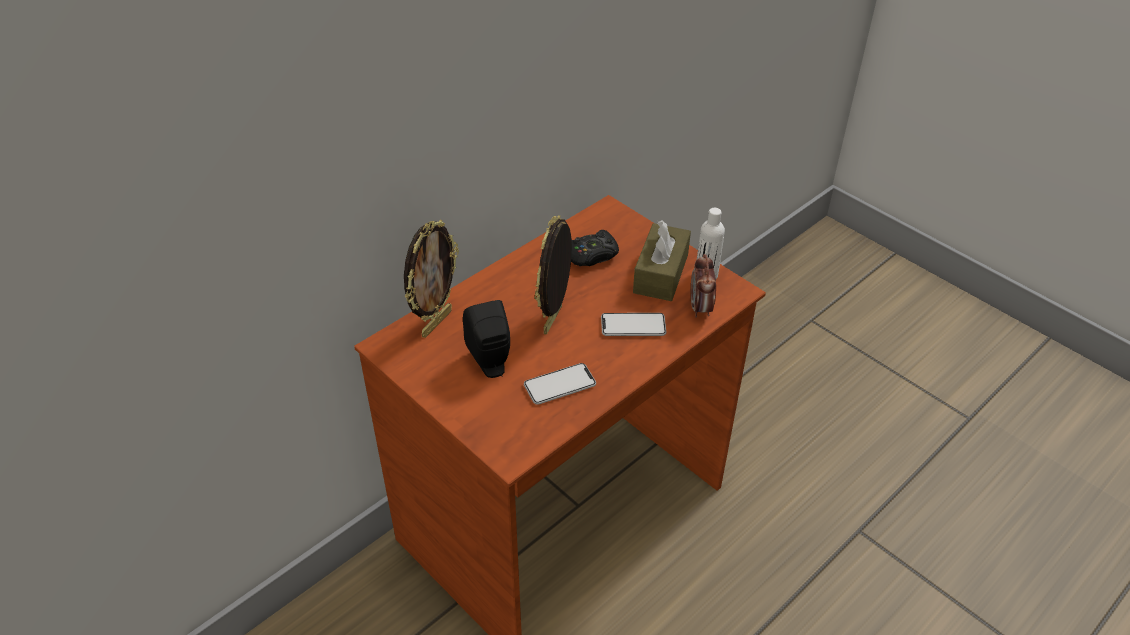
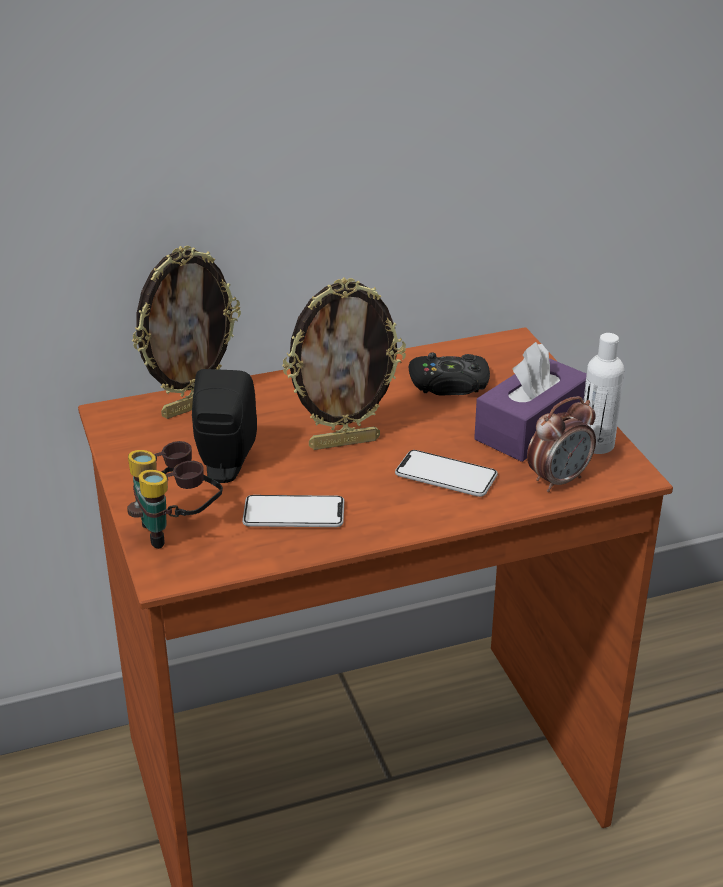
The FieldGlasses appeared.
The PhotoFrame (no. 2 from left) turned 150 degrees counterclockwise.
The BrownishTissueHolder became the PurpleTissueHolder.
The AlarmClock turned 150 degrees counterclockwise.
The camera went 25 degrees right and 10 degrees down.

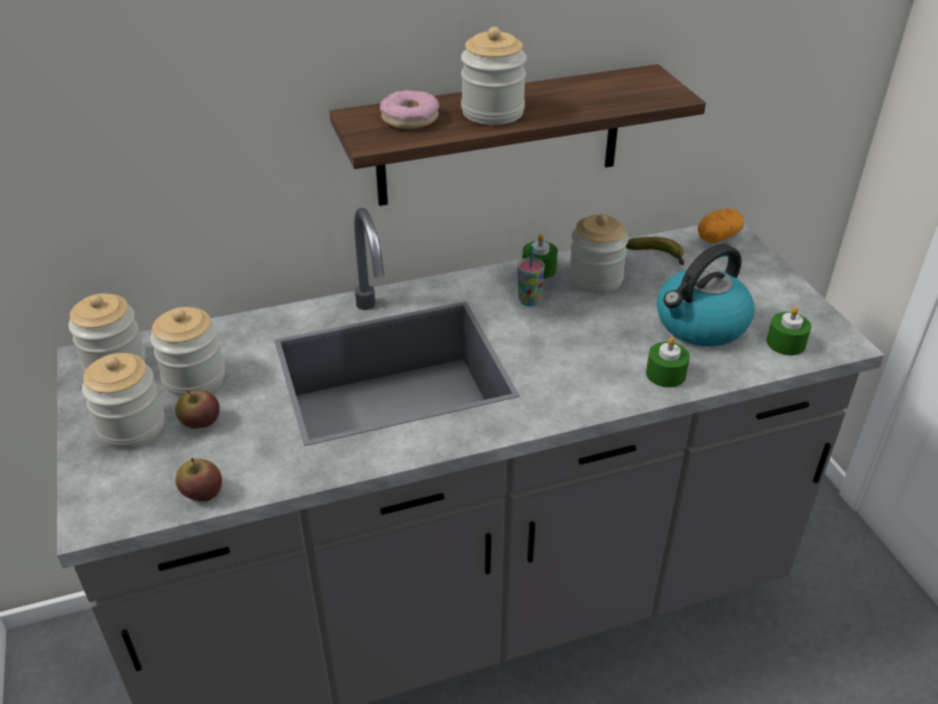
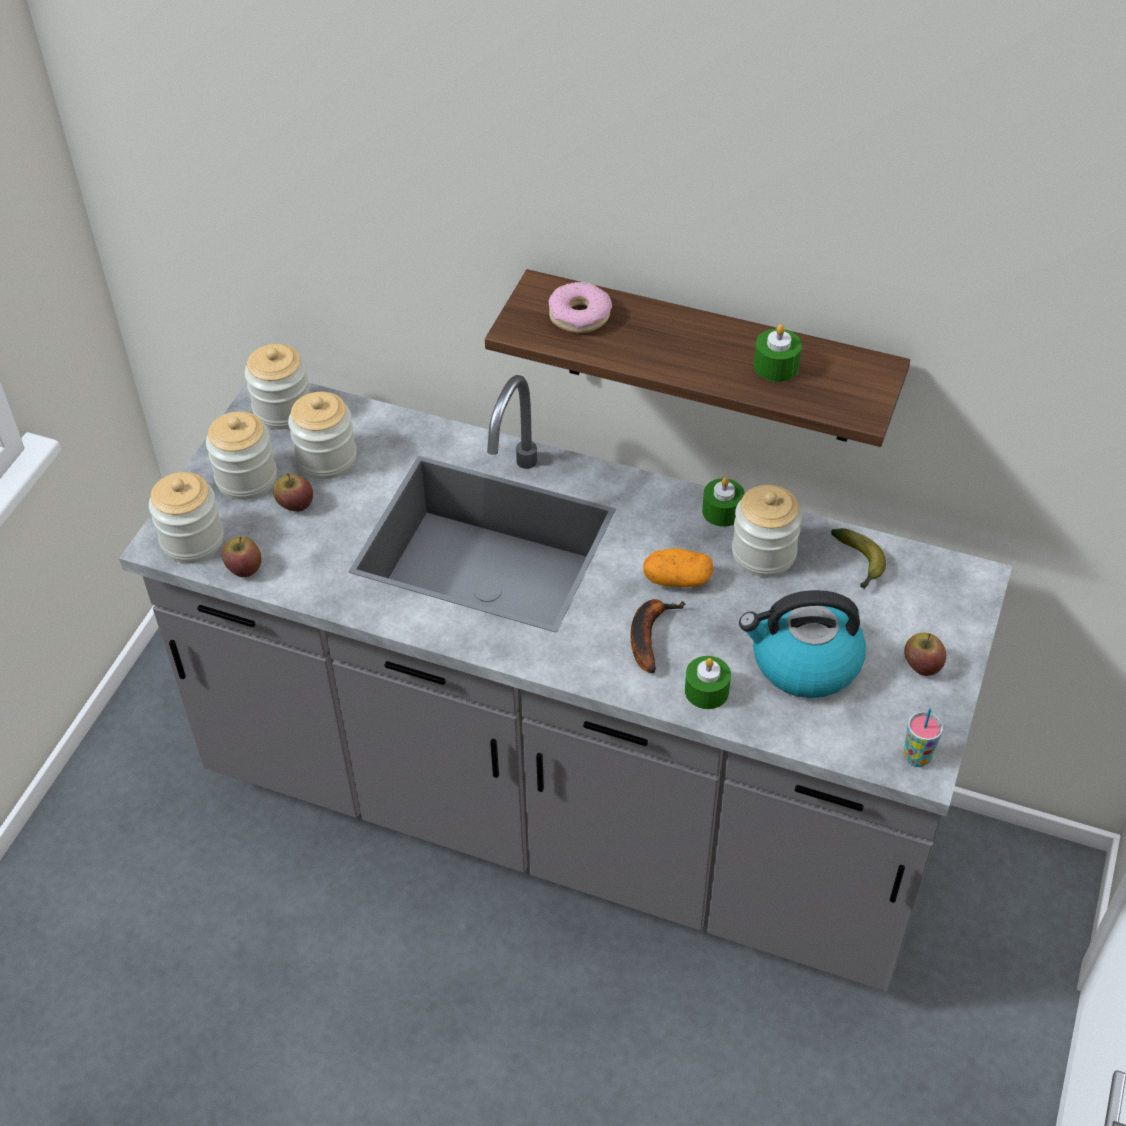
The Jar (no. 4 from left in the first image) moved.
The BananaFruit (no. 1 from left) appeared.
The Spud moved.
The GreenishWaxLight (no. 3 from left) moved.
The WholeApple (no. 3 from left) appeared.
The SmallCup moved.
The camera went 40 degrees right and 10 degrees up.

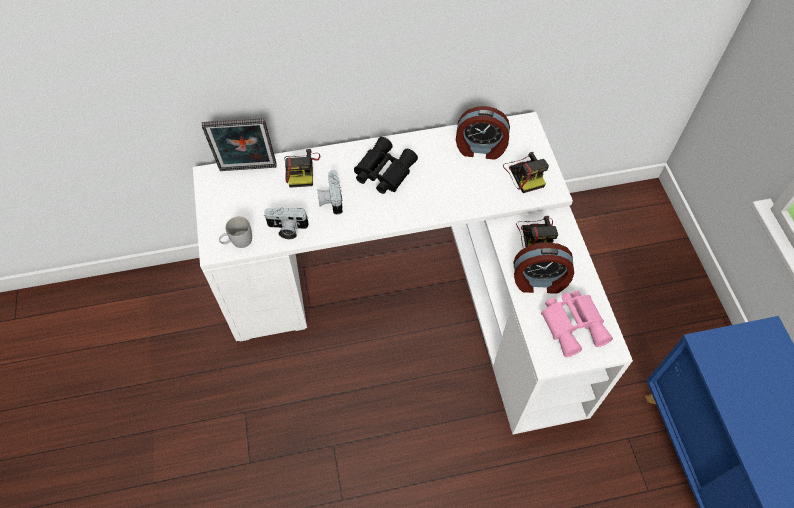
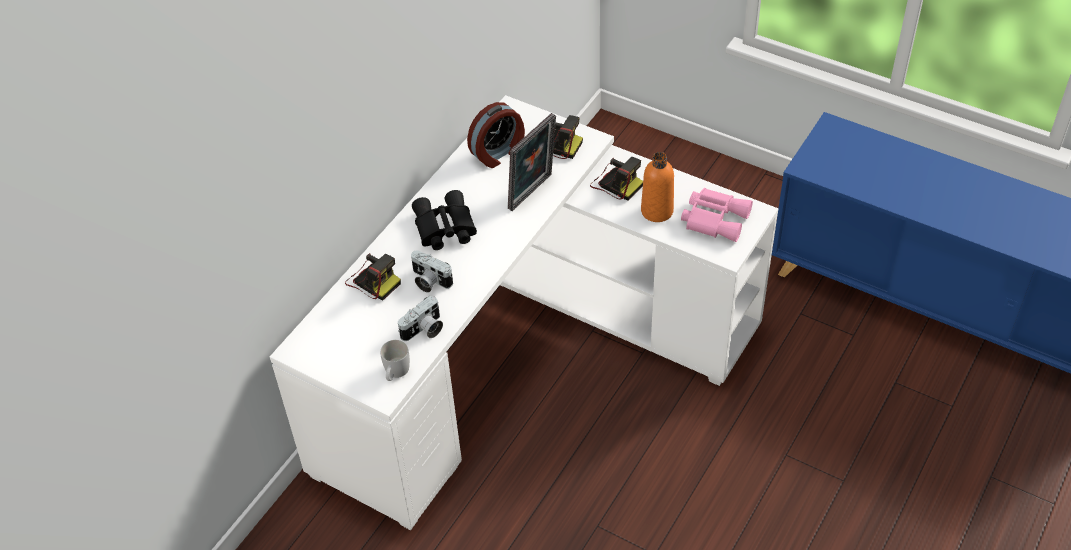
The PhotoFrame moved.
The AlarmClock (no. 2 from left) was replaced by the OrangeBottle.
The camera went 45 degrees left and 10 degrees down.

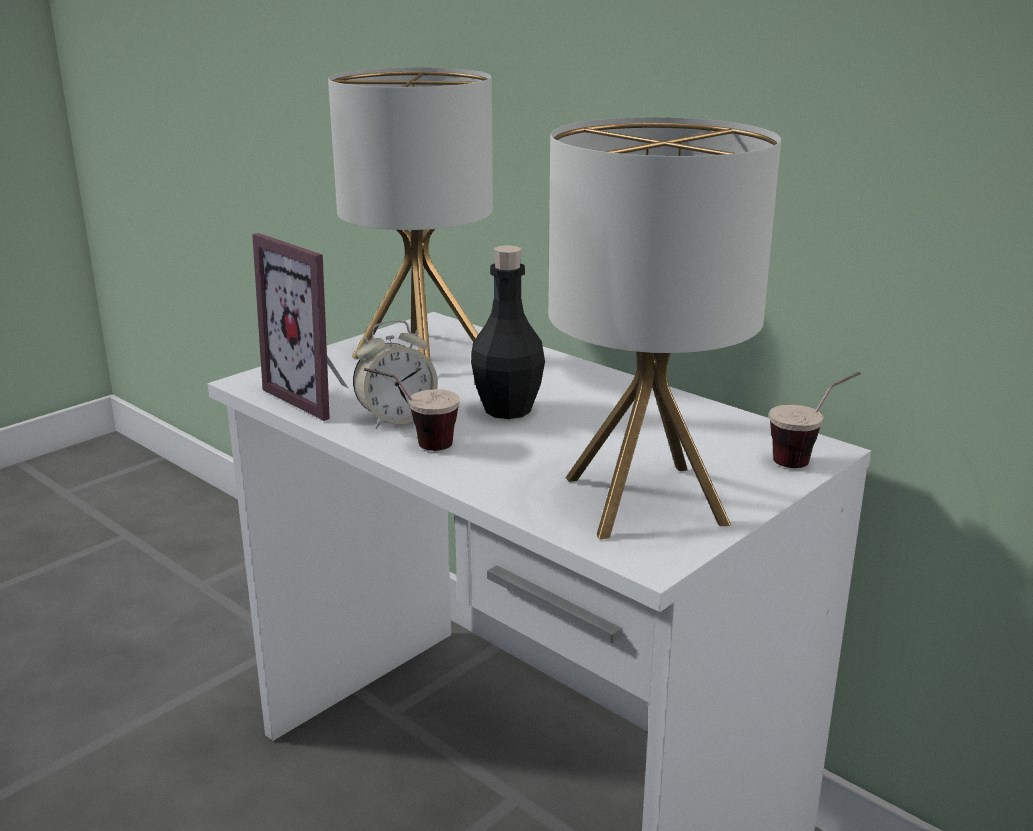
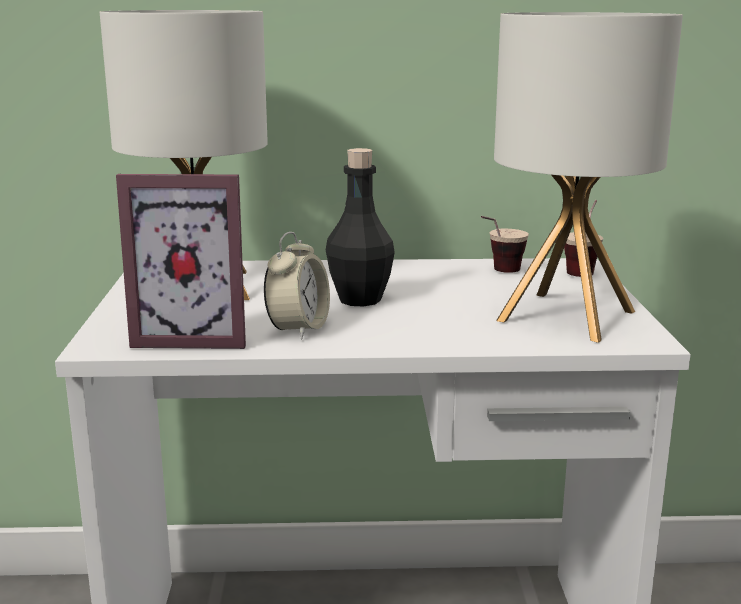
The SmallCup (no. 1 from left) moved.
The camera went 45 degrees left and 5 degrees down.

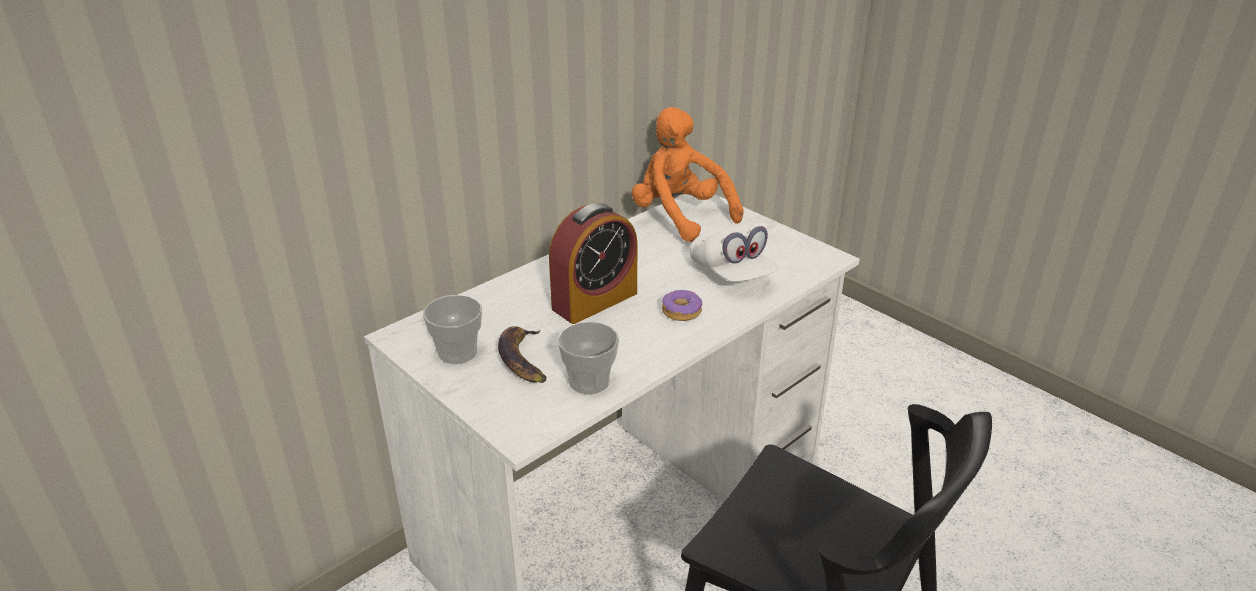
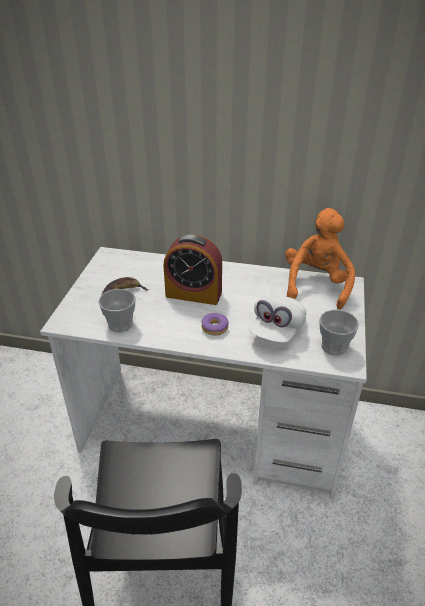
The SmallCup (no. 1 from left in the first image) moved.
The camera went 55 degrees right and 5 degrees up.

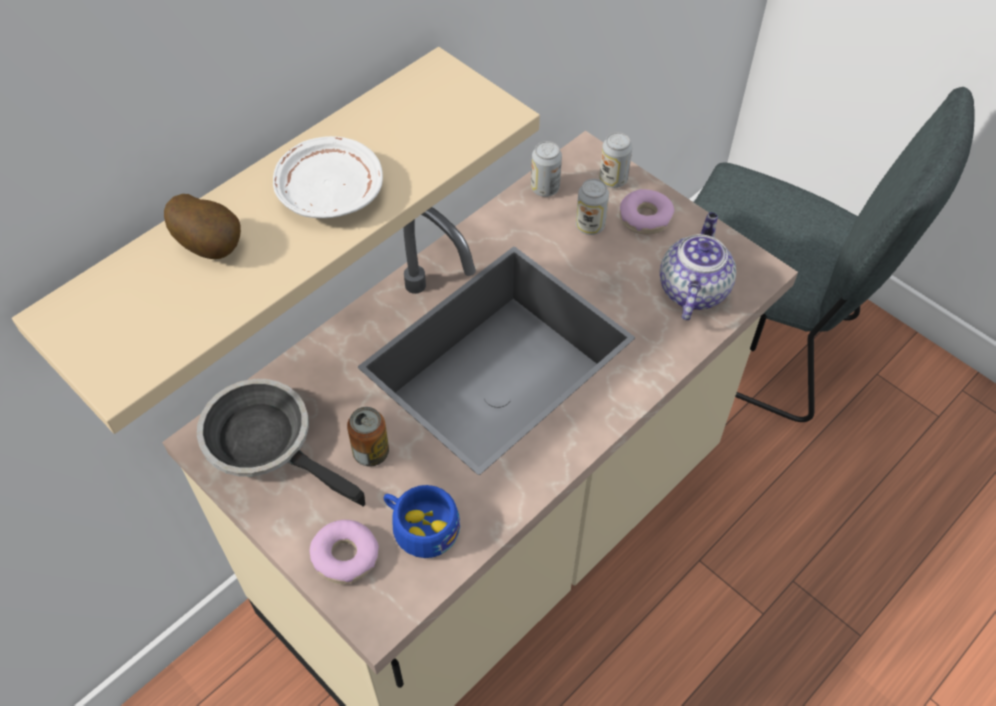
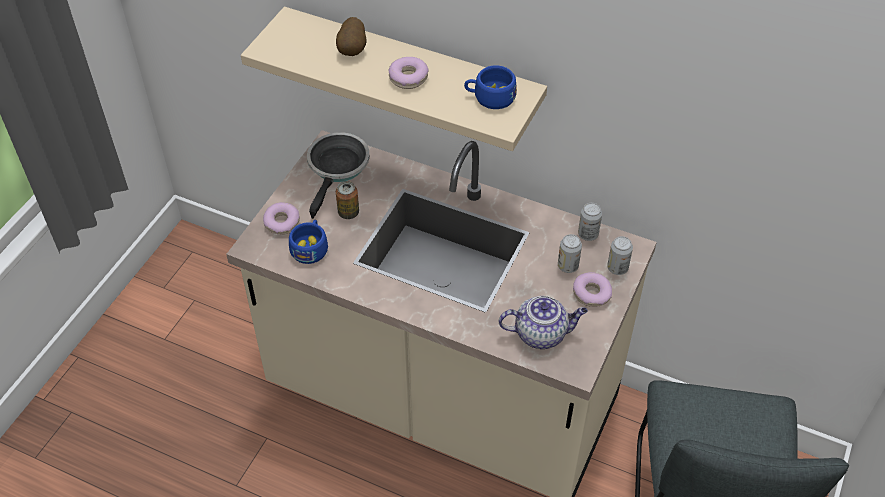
The WhiteColouredDinnerPlate was replaced by the RingDoughnut (no. 2 from left).
The BluishSmallCup (no. 2 from left) appeared.
The camera went 70 degrees right and 5 degrees down.

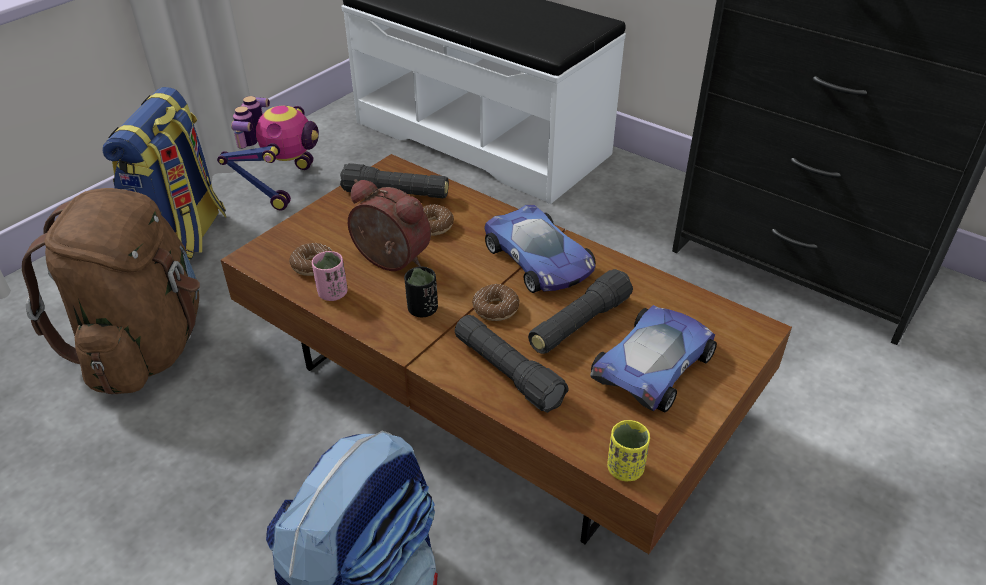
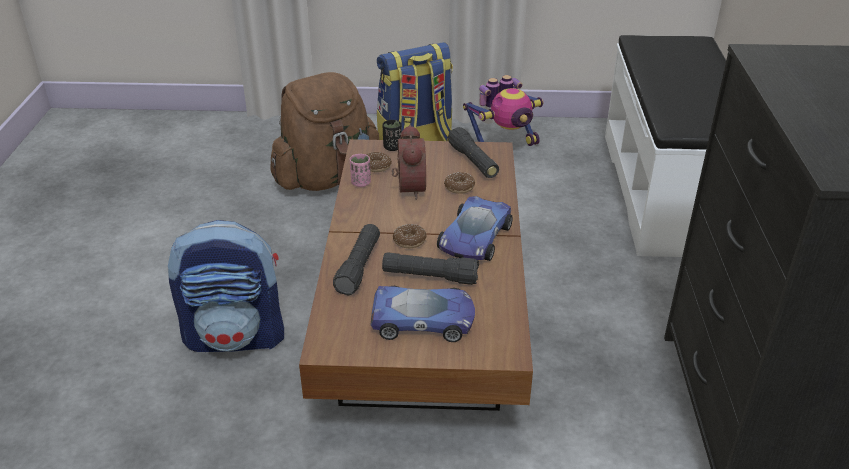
The BlackColouredSmallCup moved.
The YellowishSmallCup disappeared.
The camera went 55 degrees right and 5 degrees down.

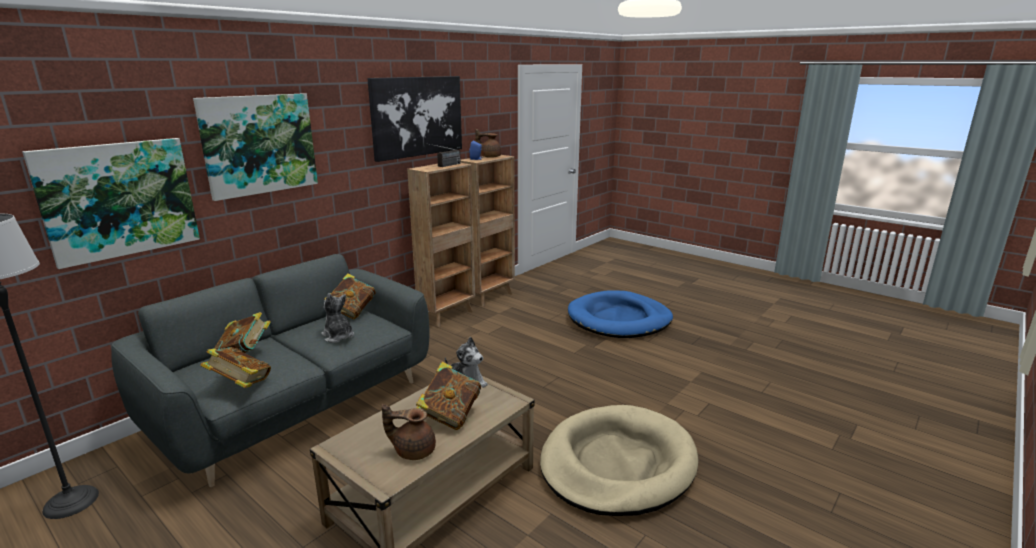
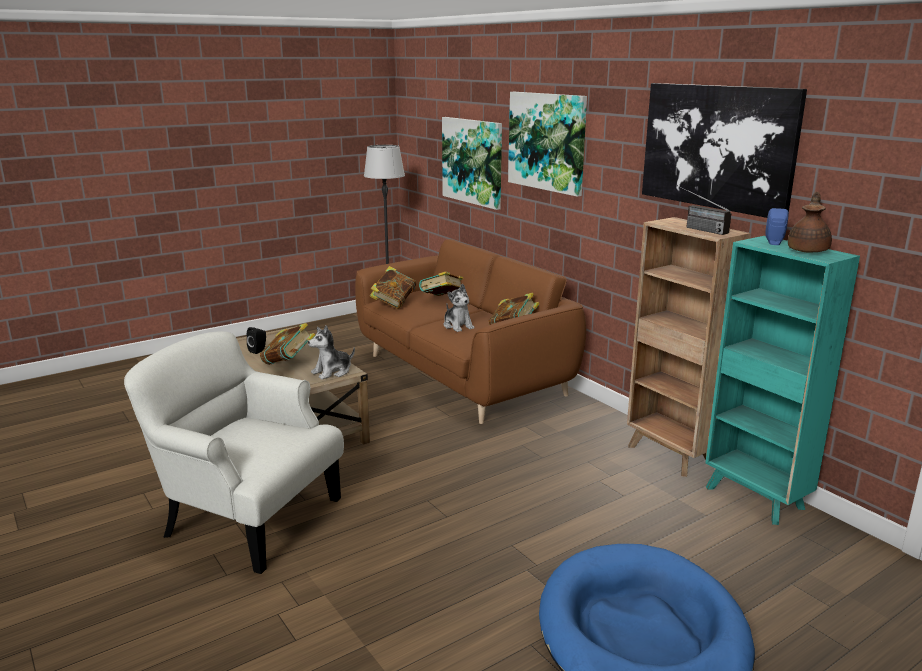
The BeigePetBed was replaced by the WhiteColouredLoungeChair.
The BrownishTeaPot (no. 1 from left) was replaced by the BlackColouredLoudspeaker.
The GraySofa became the BrownishSofa.
The SoftToy (no. 1 from left in the first image) turned 90 degrees clockwise.
The BrownishBookshelf (no. 2 from left) became the BlueGreenBookshelf.
The camera went 105 degrees right and 0 degrees up.

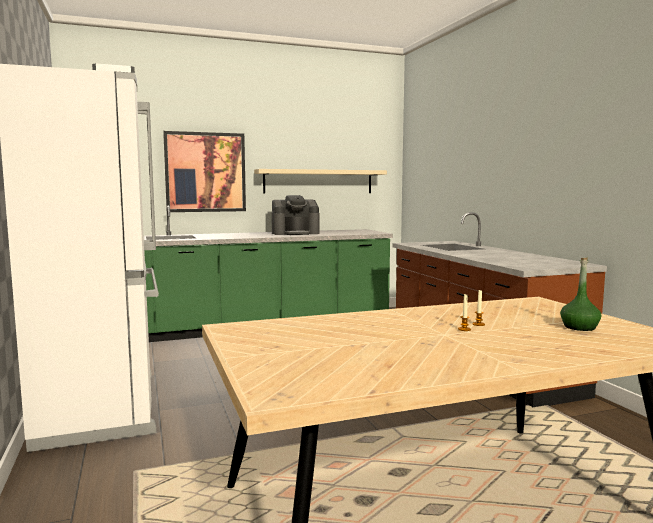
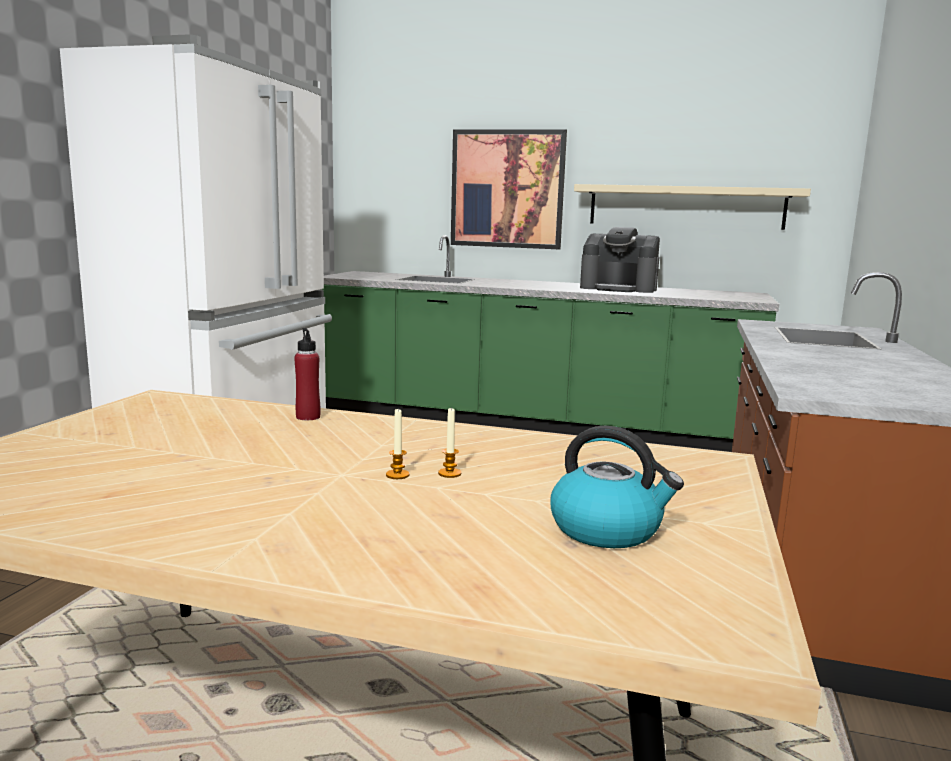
The RedColouredBottle appeared.
The GreenishBottle was replaced by the Kettle.
The camera went 35 degrees right and 5 degrees up.

